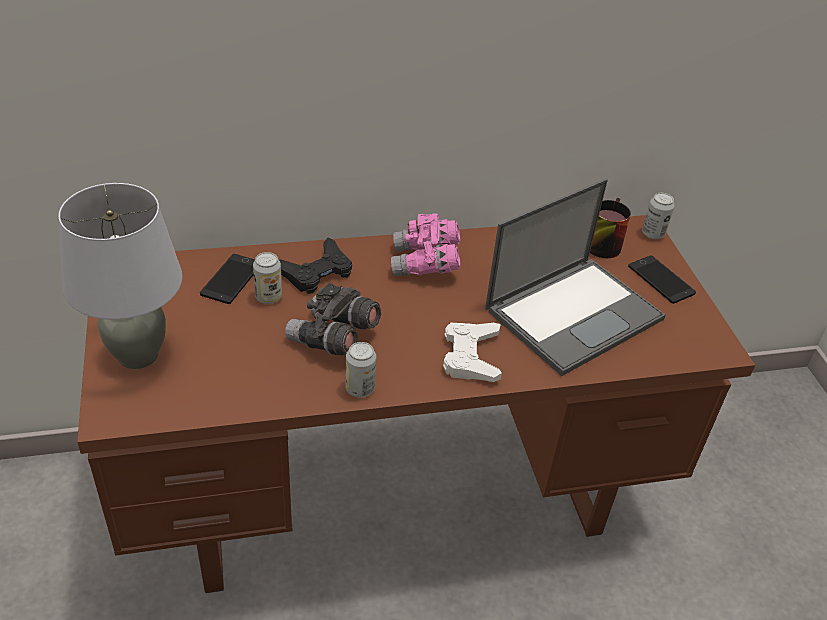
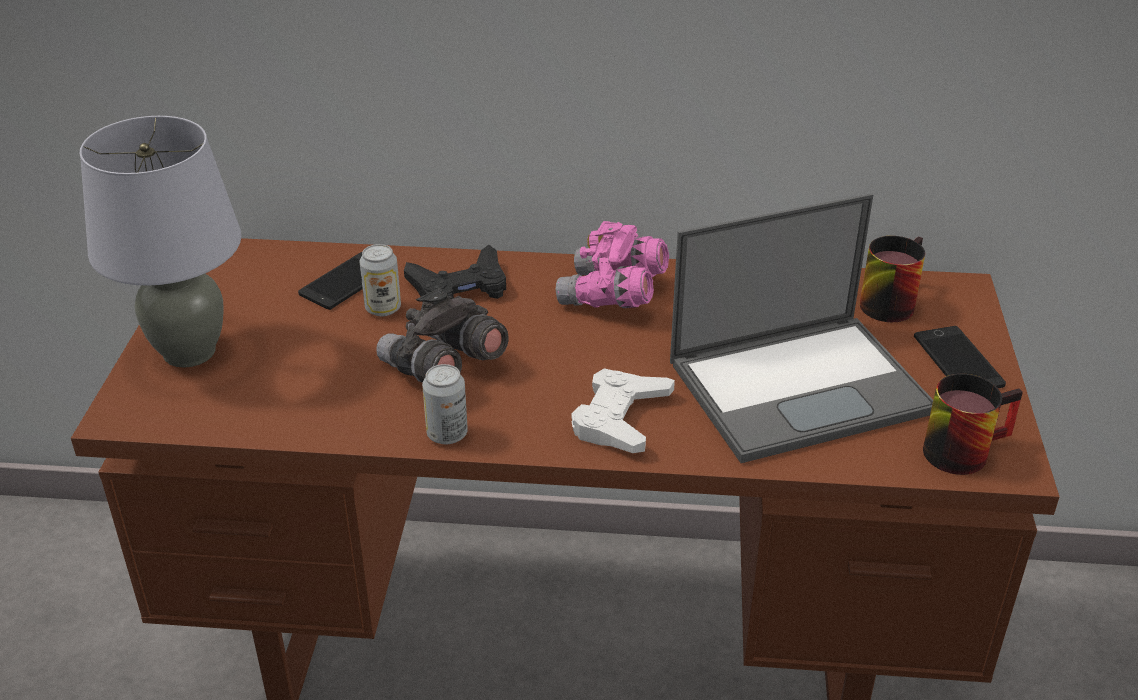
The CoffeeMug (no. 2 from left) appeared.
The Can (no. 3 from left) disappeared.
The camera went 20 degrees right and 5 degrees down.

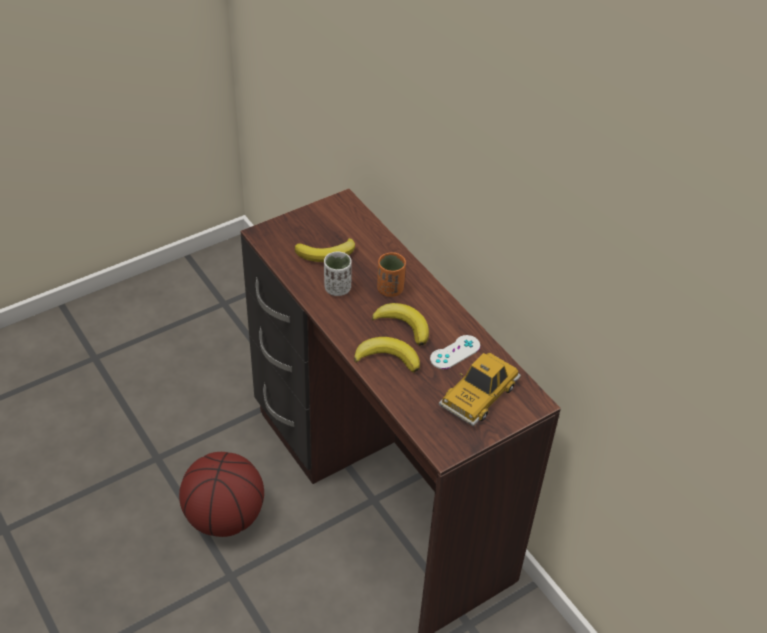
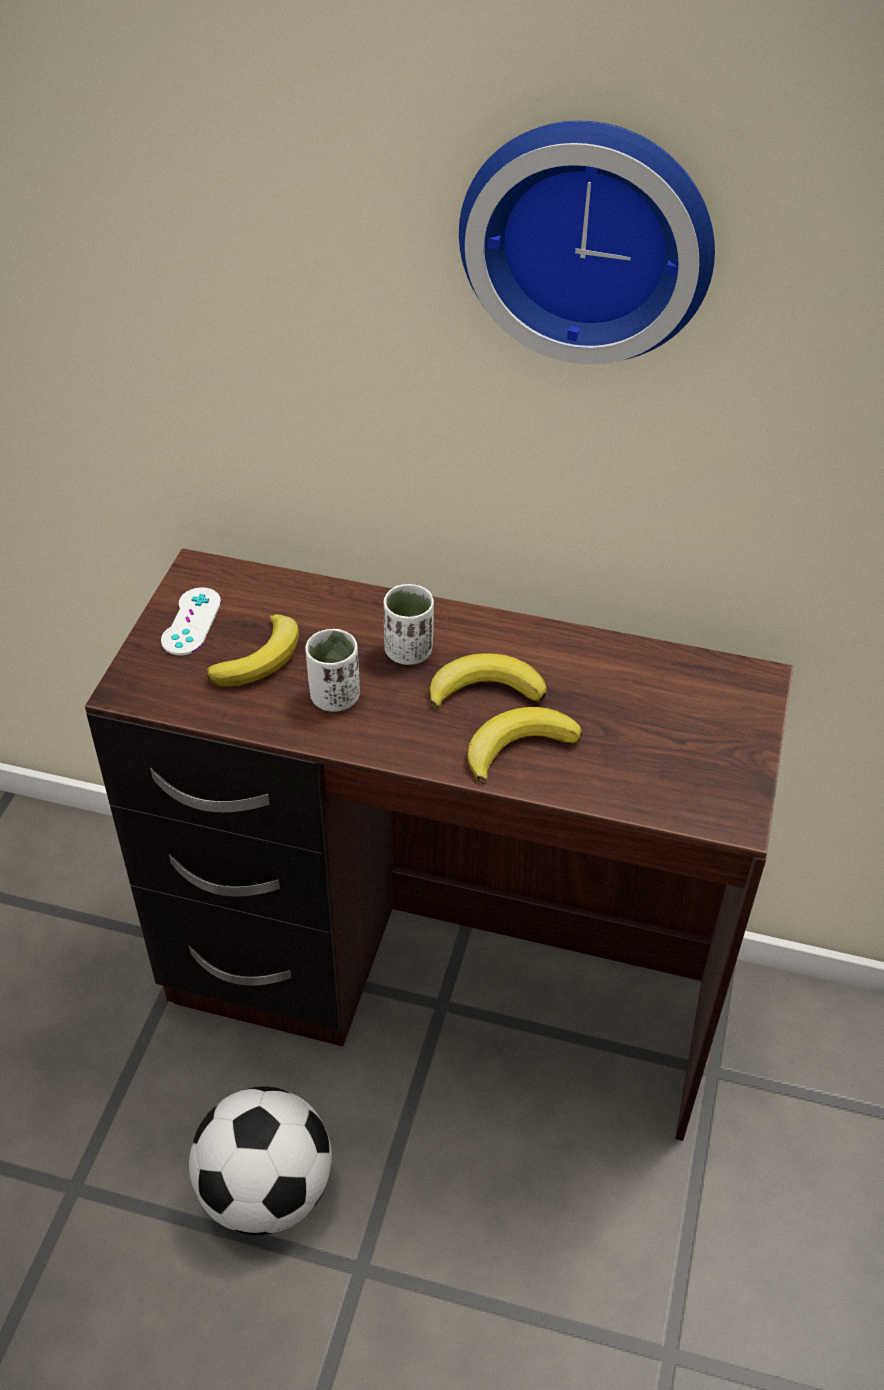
The WhiteColouredGamepad moved.
The BallForBasketball was replaced by the Football.
The OrangeSmallCup became the WhiteColouredSmallCup (no. 2 from left).
The ClockOnTheWall appeared.
The MiniatureCar disappeared.
The camera went 40 degrees left and 0 degrees up.

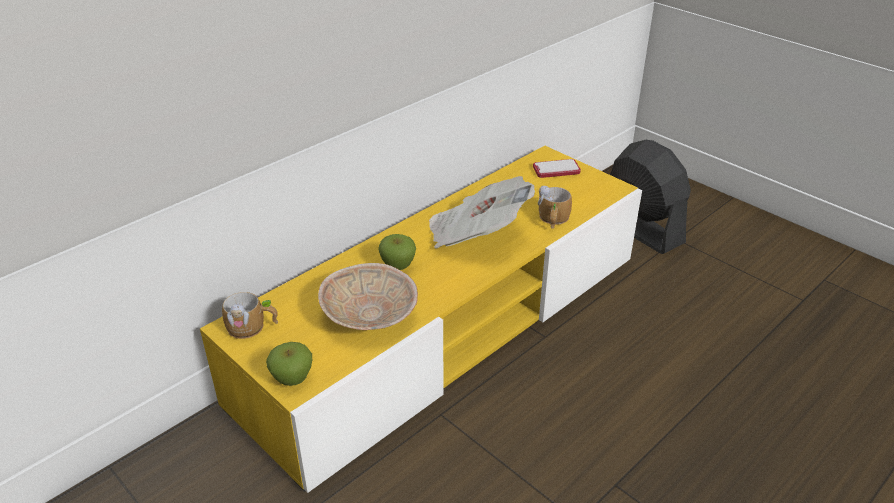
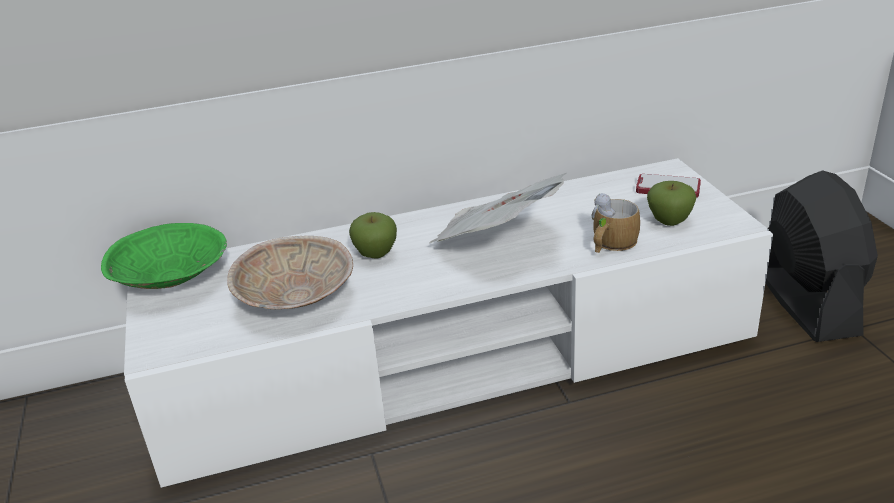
The CoffeeMug (no. 1 from left) was replaced by the GreenishDeepDish.
The YellowishMediaConsole became the WhiteColouredMediaConsole.
The WholeApple (no. 1 from left in the first image) moved.
The camera went 30 degrees right and 5 degrees down.

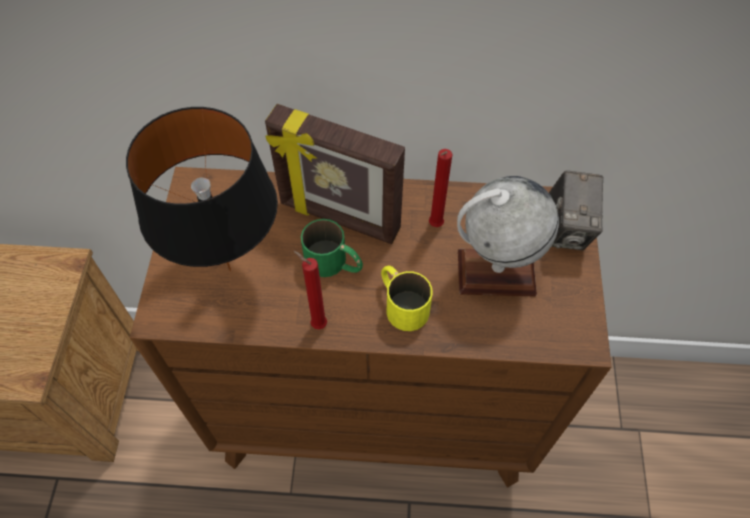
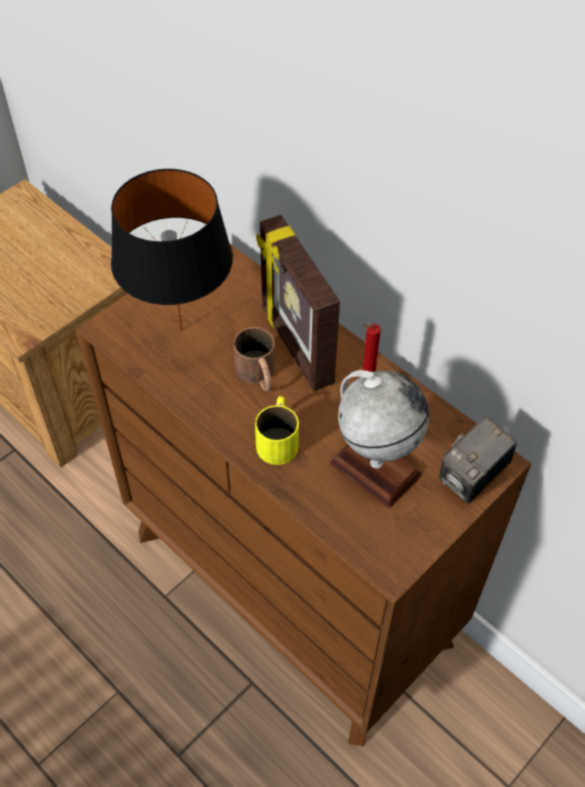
The GreenishCoffeeMug became the BrownishCoffeeMug.
The RedColouredWaxLight (no. 1 from left) disappeared.
The camera went 40 degrees right and 5 degrees down.

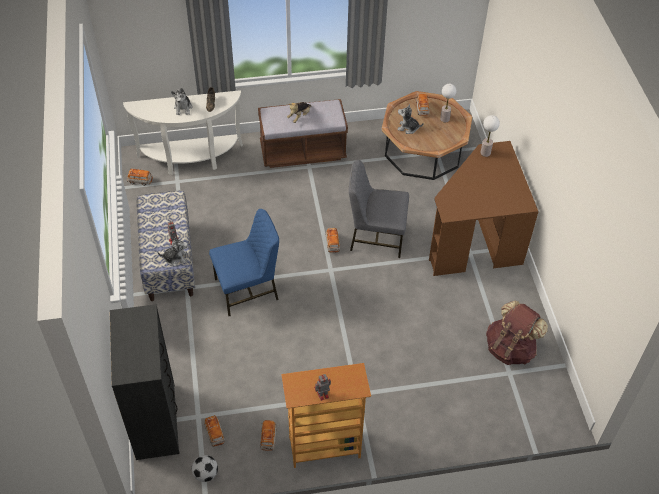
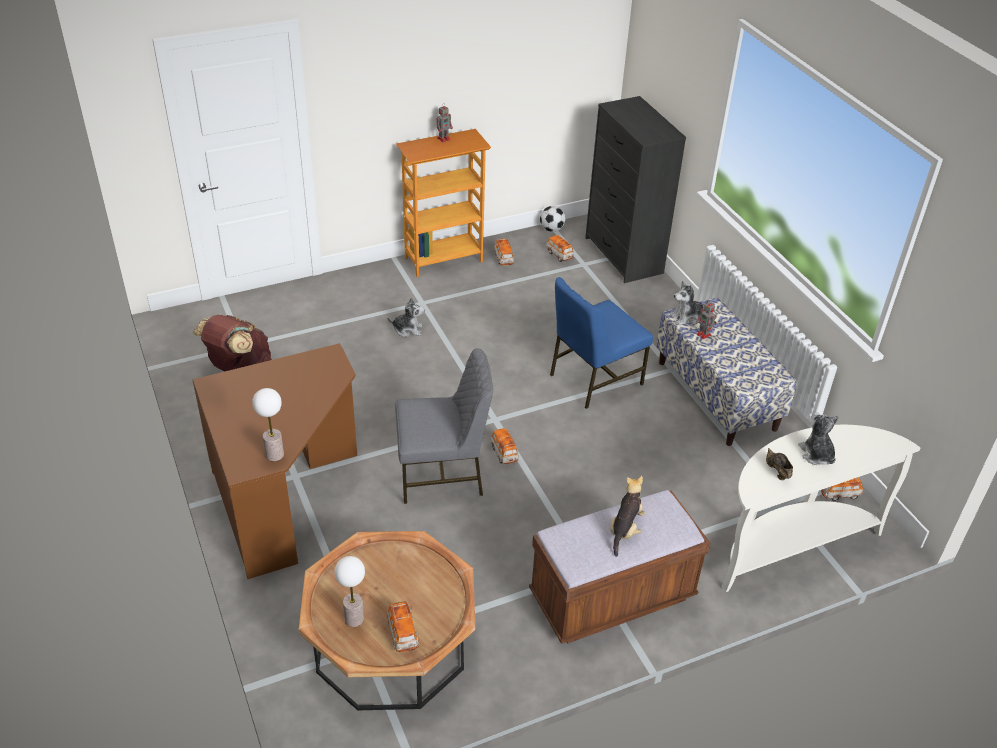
The SoftToy (no. 4 from left in the first image) moved.
The camera went 165 degrees right and 10 degrees down.

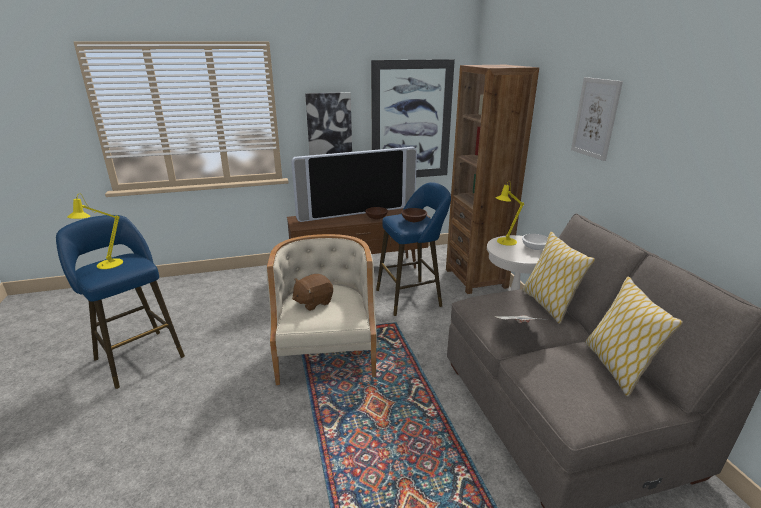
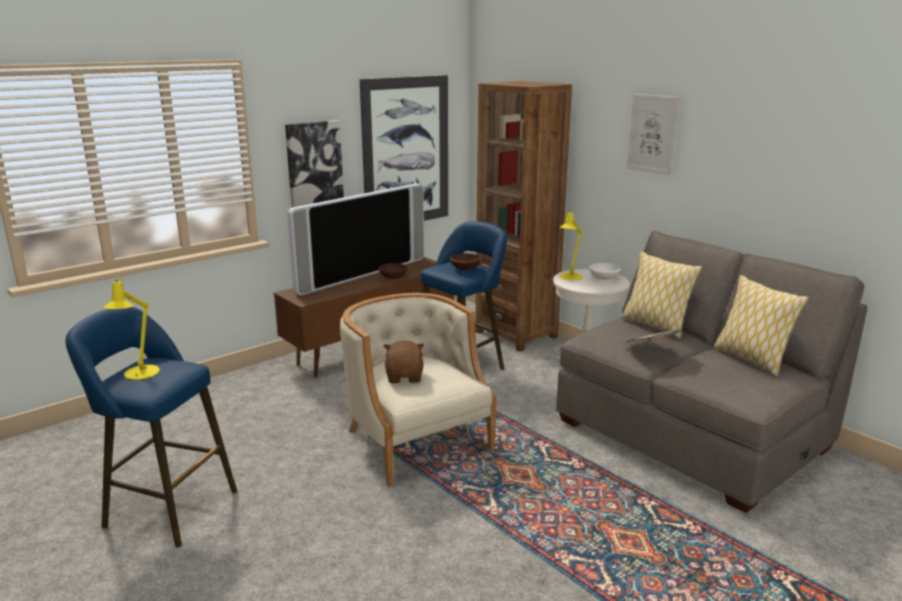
The BrownishSoftToy turned 150 degrees clockwise.
The camera went 25 degrees left and 5 degrees down.

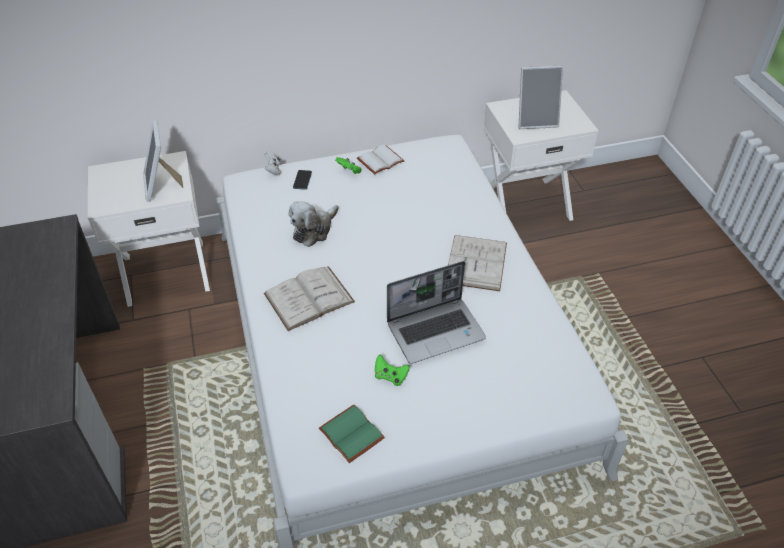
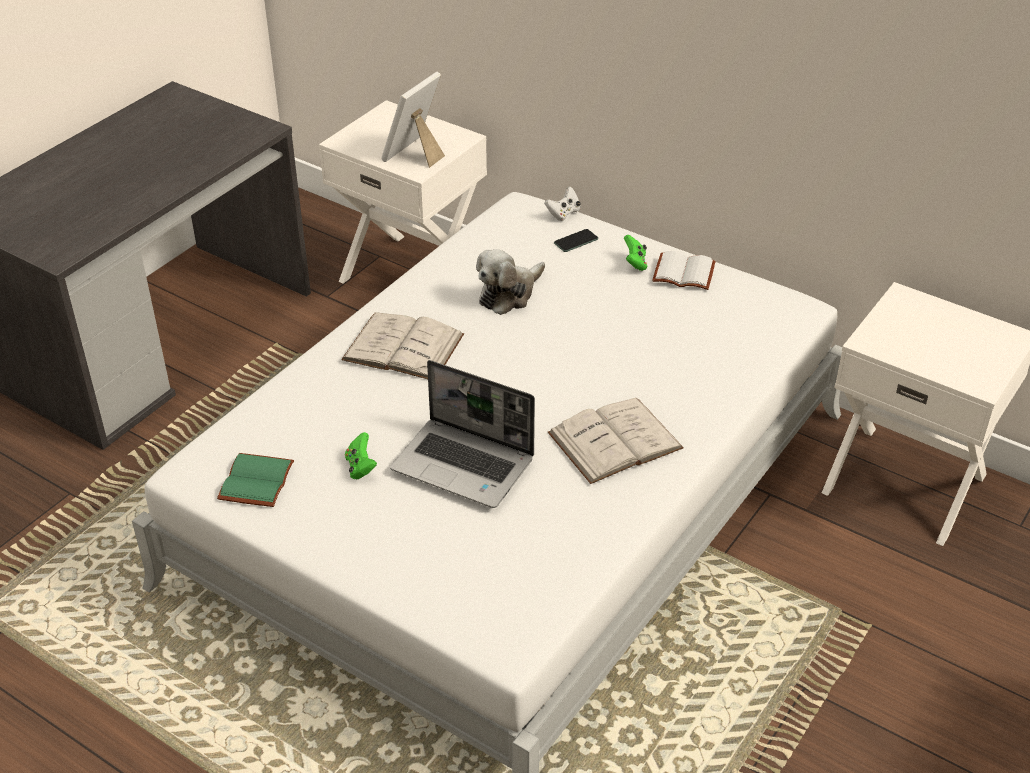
The SoftToy turned 45 degrees counterclockwise.
The PhotoFrame (no. 2 from left) disappeared.
The camera went 50 degrees right and 5 degrees down.

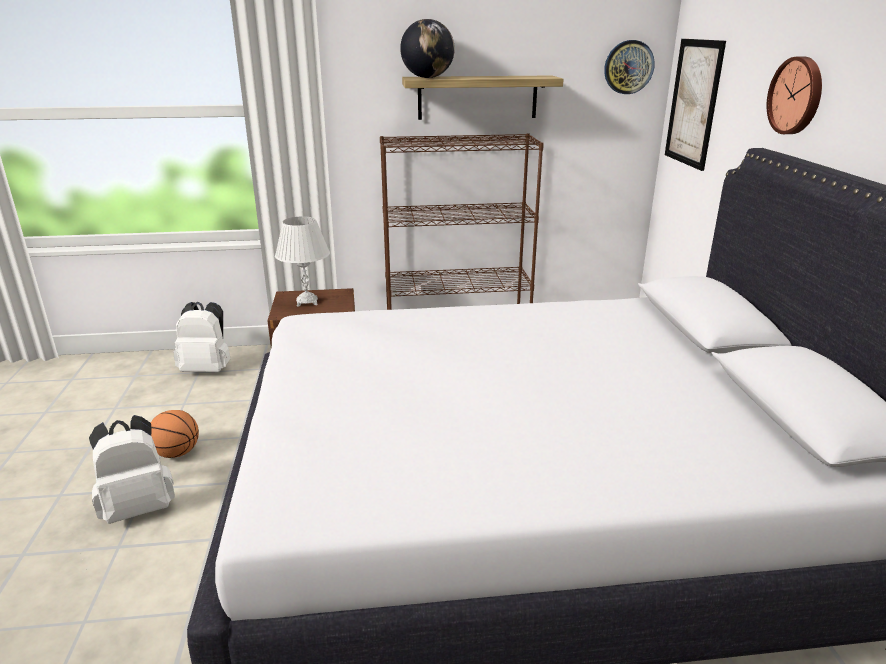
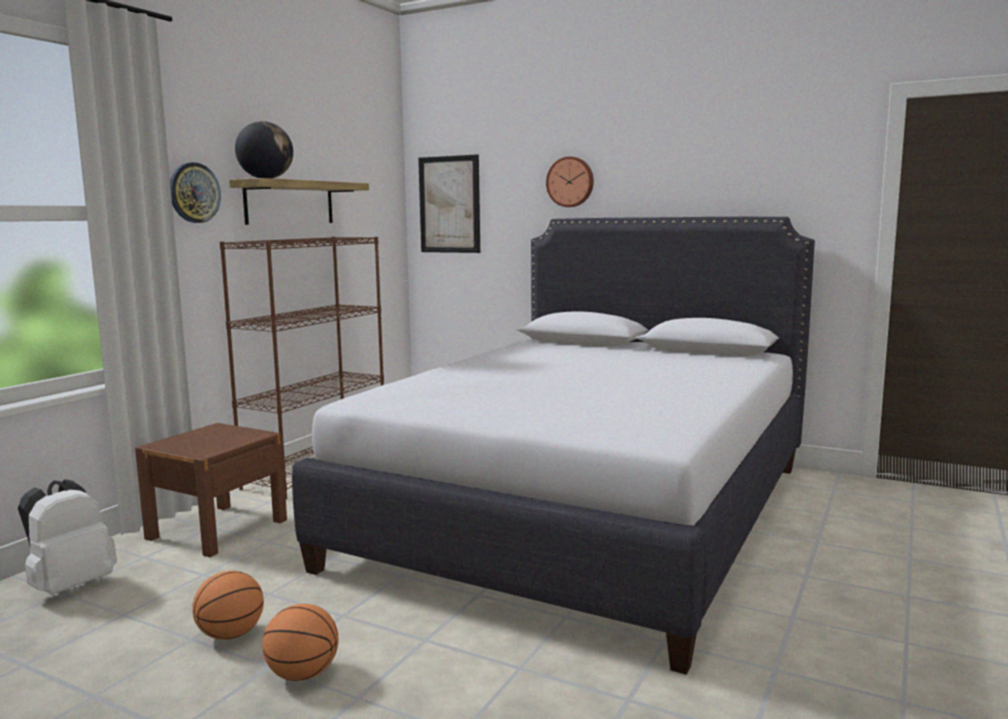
The ClockOnTheWall (no. 1 from left) moved.
The WhiteColouredKnapsack (no. 1 from left) was replaced by the BallForBasketball (no. 2 from left).
The WhiteColouredTabletopLamp disappeared.
The camera went 55 degrees left and 15 degrees down.

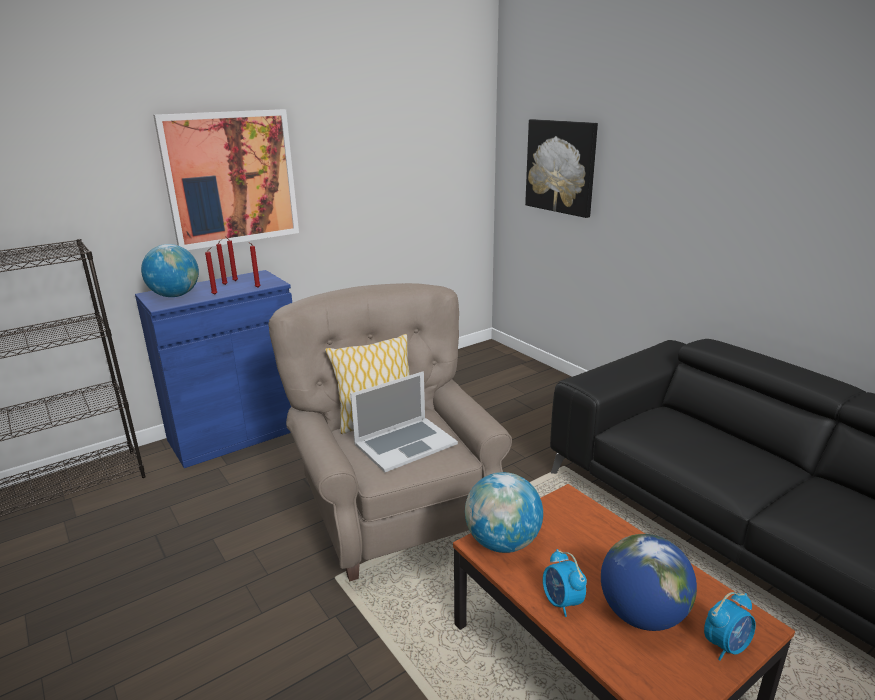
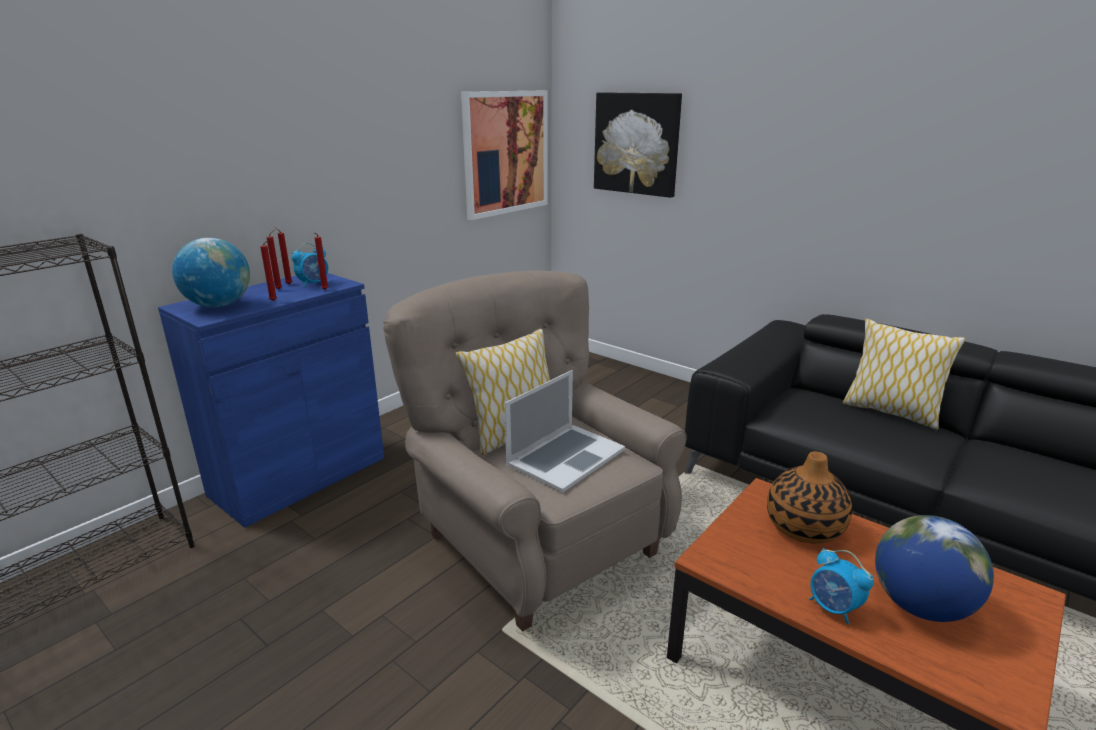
The AlarmClock (no. 2 from left in the first image) moved.
The Picture (no. 1 from left) moved.
The Vase appeared.
The ThrowPillow (no. 2 from left) appeared.
The DeskGlobe (no. 2 from left) disappeared.
The camera went 15 degrees left and 0 degrees up.

